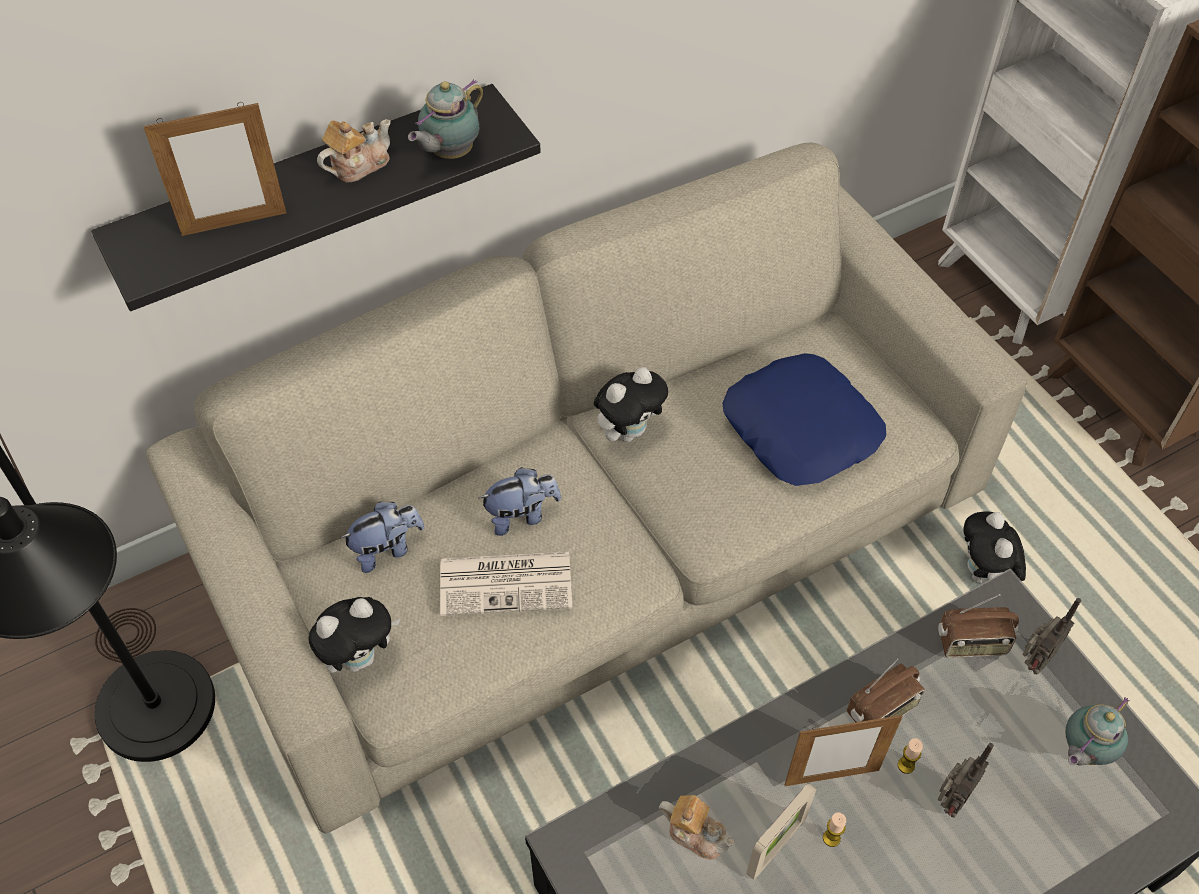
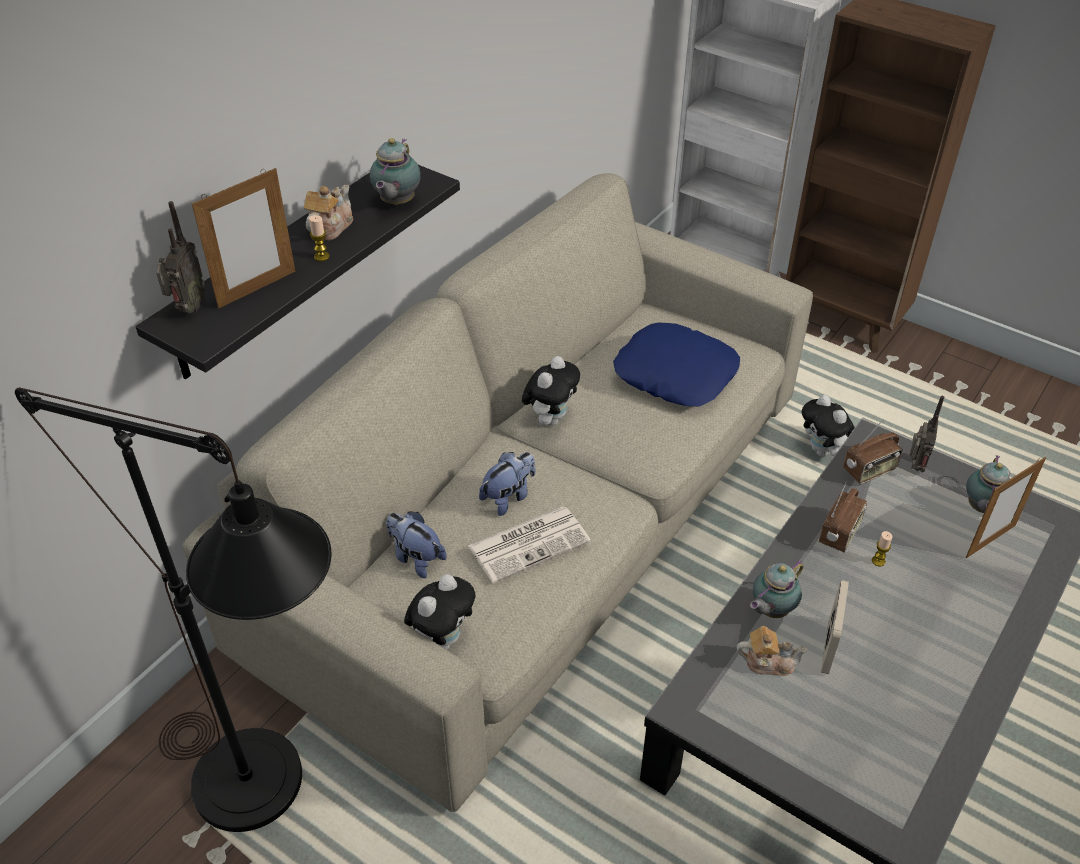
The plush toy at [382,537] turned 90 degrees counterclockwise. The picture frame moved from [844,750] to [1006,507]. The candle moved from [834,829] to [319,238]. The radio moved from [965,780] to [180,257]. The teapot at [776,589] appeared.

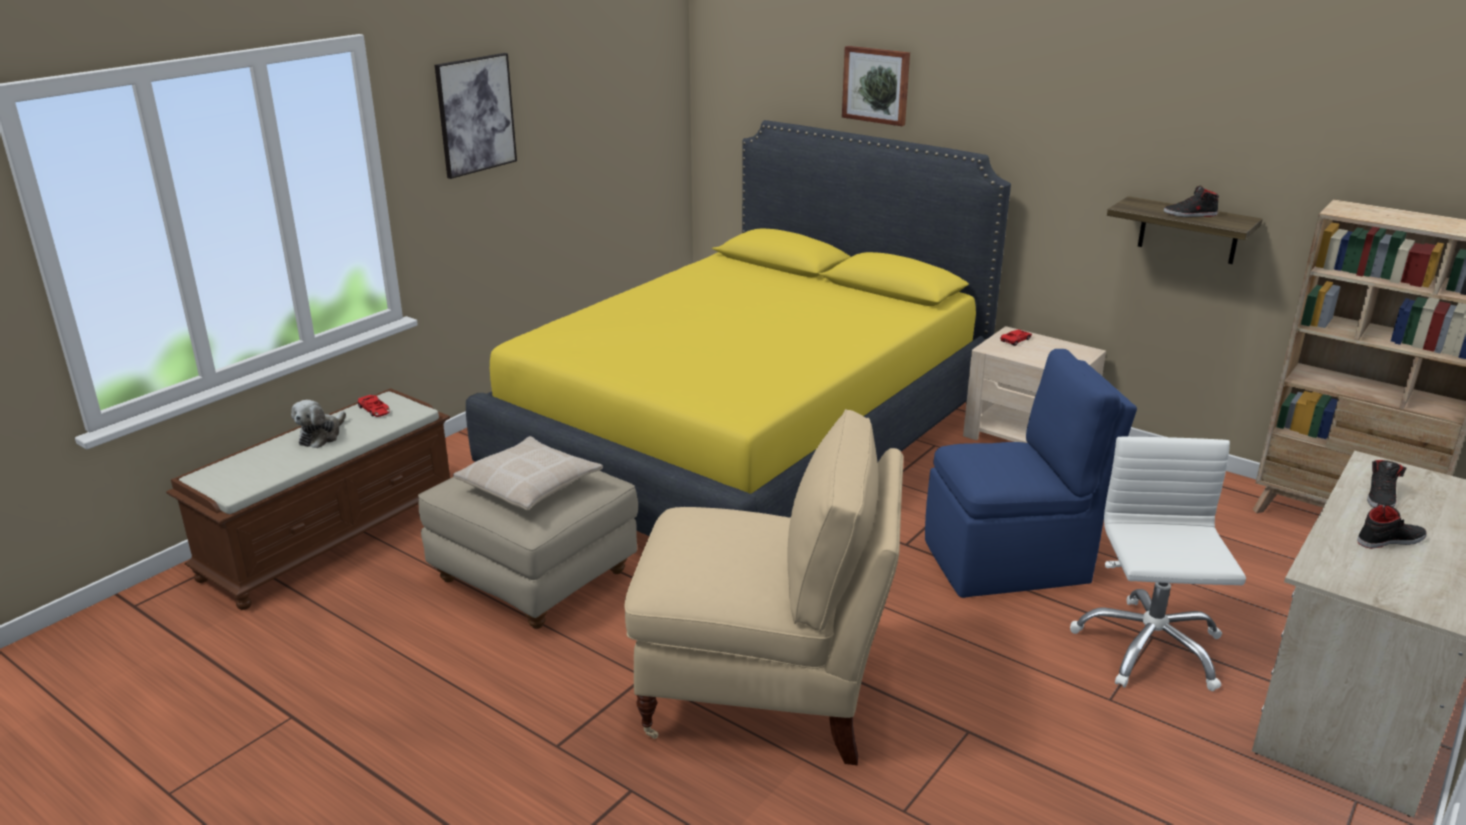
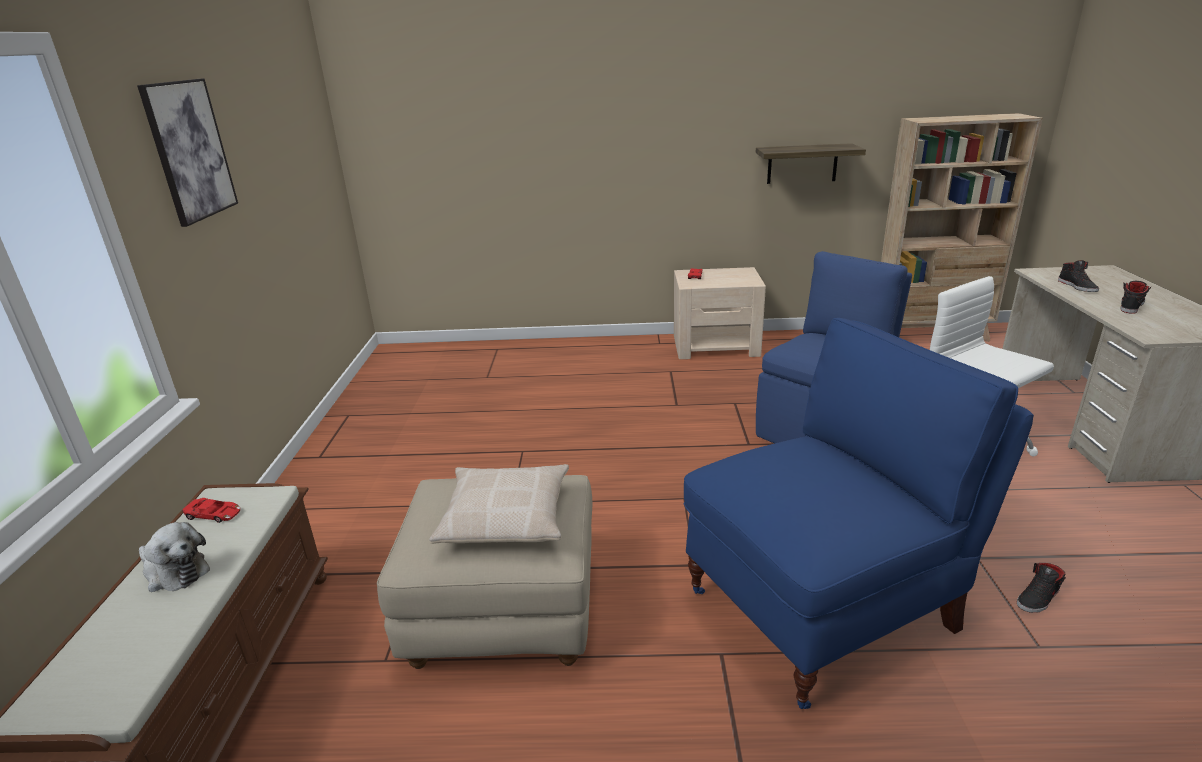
The plush toy at [318,424] turned 45 degrees counterclockwise. The yellow bed at [738,328] disappeared. The beige chair at [764,587] became the blue chair at [859,513]. The picture at [876,86] disappeared. The black shoe moved from [1191,201] to [1041,588].

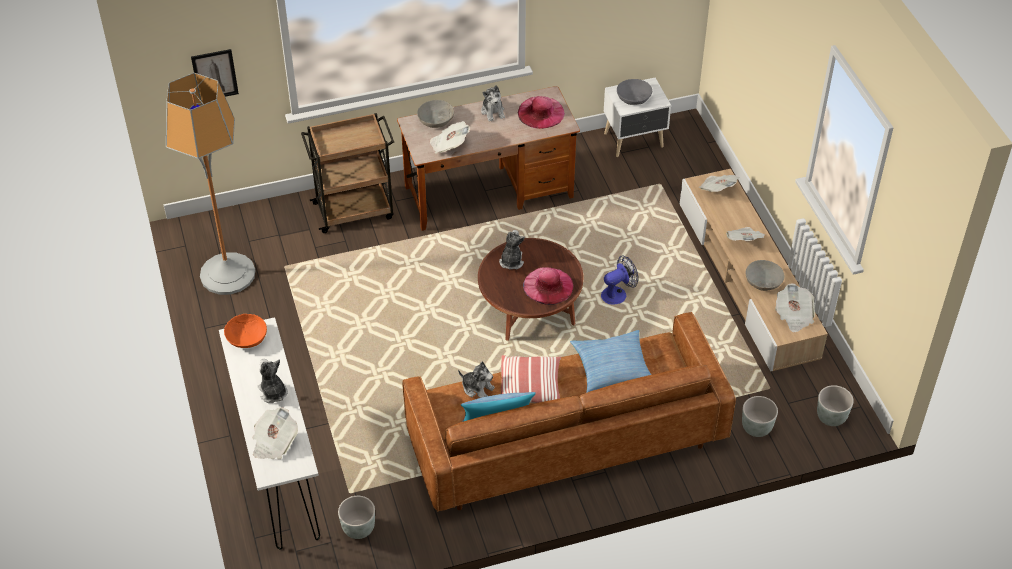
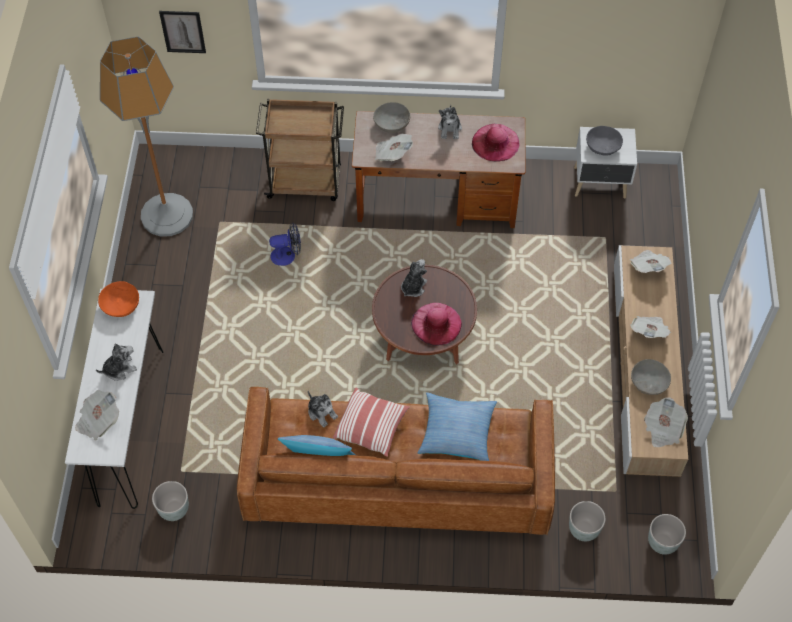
The plush toy at [272,381] turned 75 degrees clockwise. The fan moved from [619,280] to [285,244].

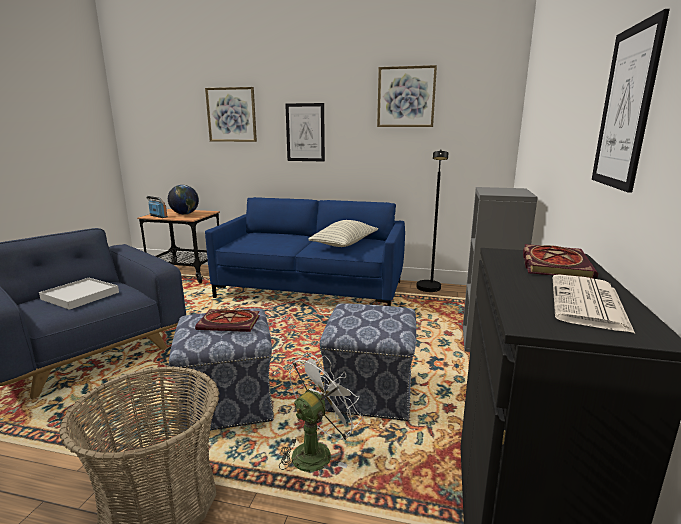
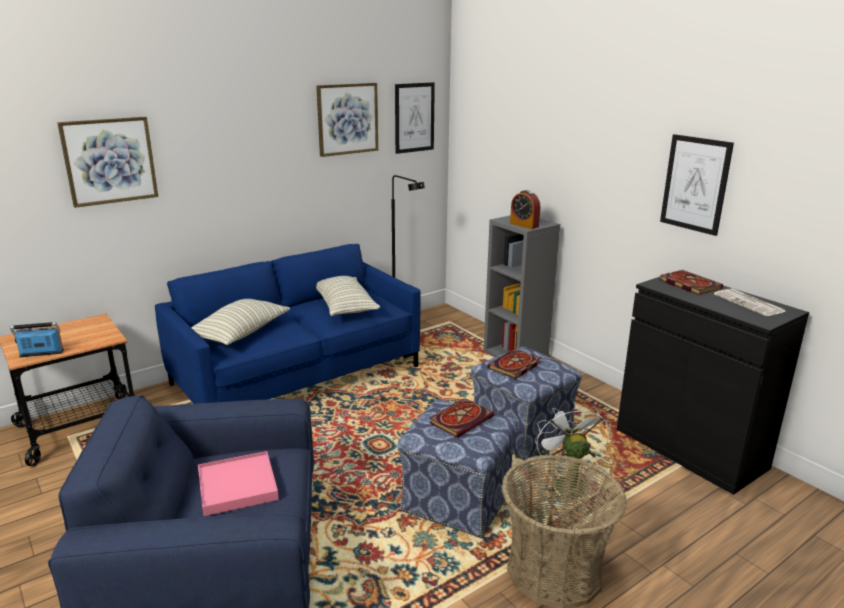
The white tray at [79,294] became the pink tray at [238,483]. The globe at [183,200] disappeared. The picture moved from [305,132] to [415,118]. The pillow at [240,322] appeared. The book at [514,364] appeared. The alarm clock at [525,209] appeared.

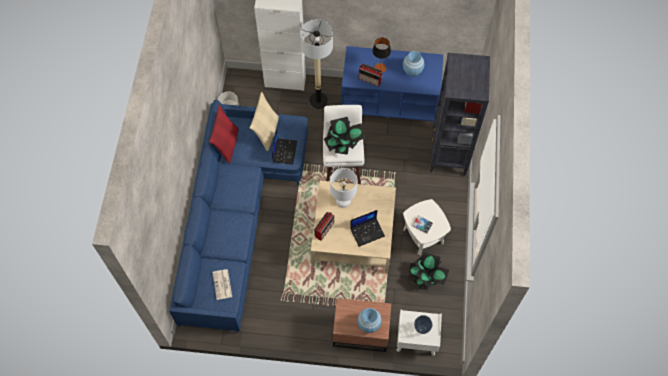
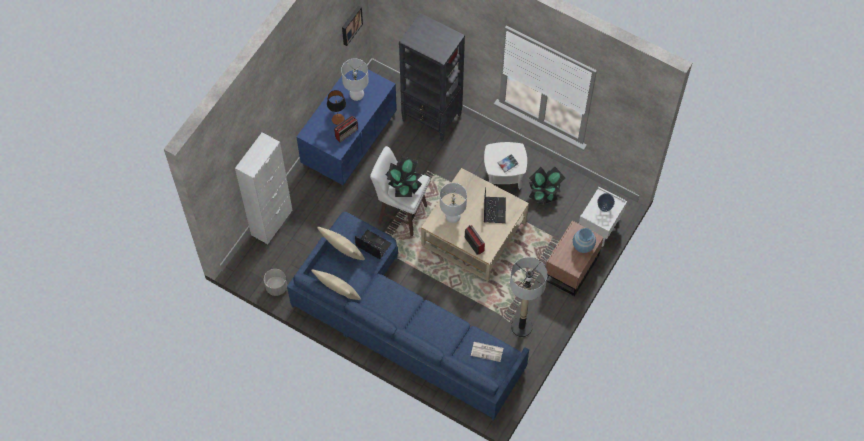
The red pillow at [223,134] became the beige pillow at [336,284]. The floor lamp moved from [316,64] to [528,297]. The blue vase at [413,63] was replaced by the white table lamp at [355,79]. The picture at [352,25] appeared.

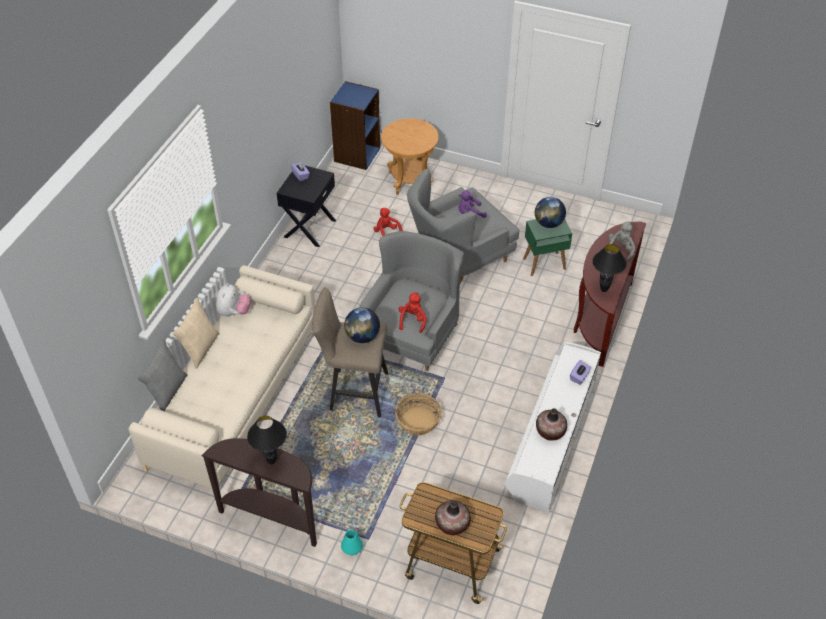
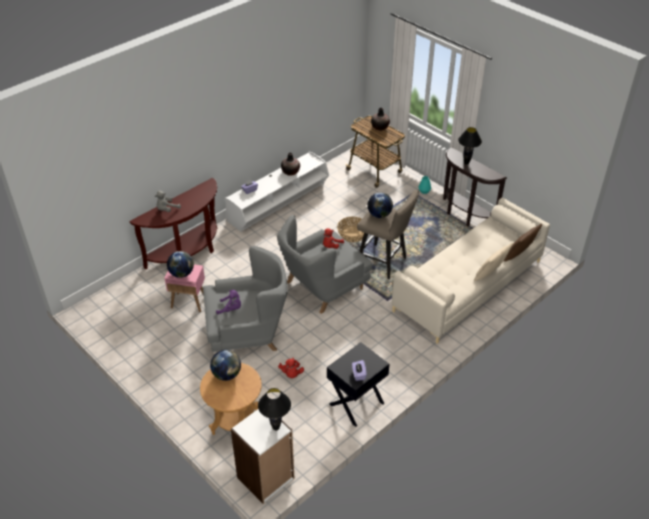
The grey pillow at [162,375] became the brown pillow at [523,242]. The plush toy at [233,299] disappeared. The blue bookcase at [355,125] became the white bookcase at [262,456]. The green side table at [547,247] became the pink side table at [184,288]. The black table lamp moved from [609,268] to [274,409]. The globe at [225,365] appeared.

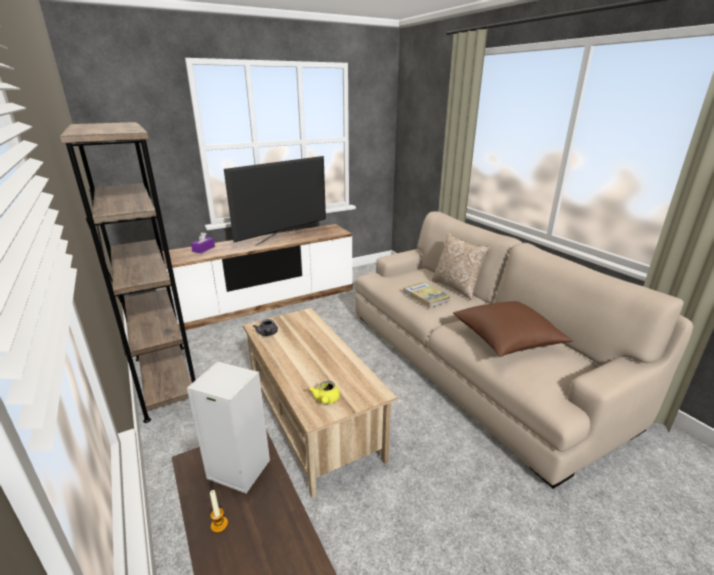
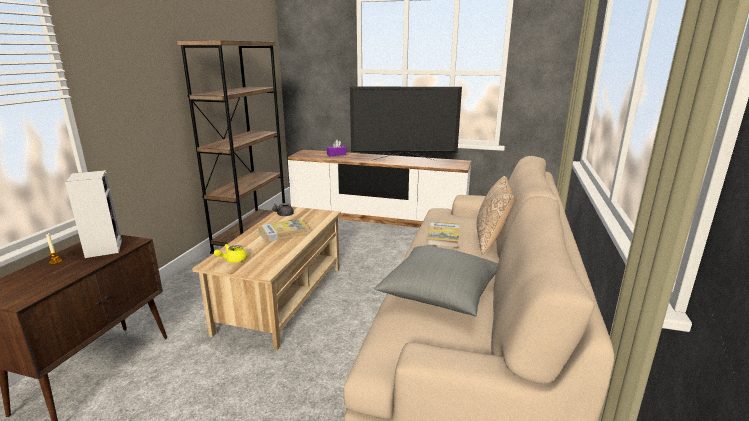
The brown pillow at [513,329] became the grey pillow at [436,281]. The book at [284,230] appeared.

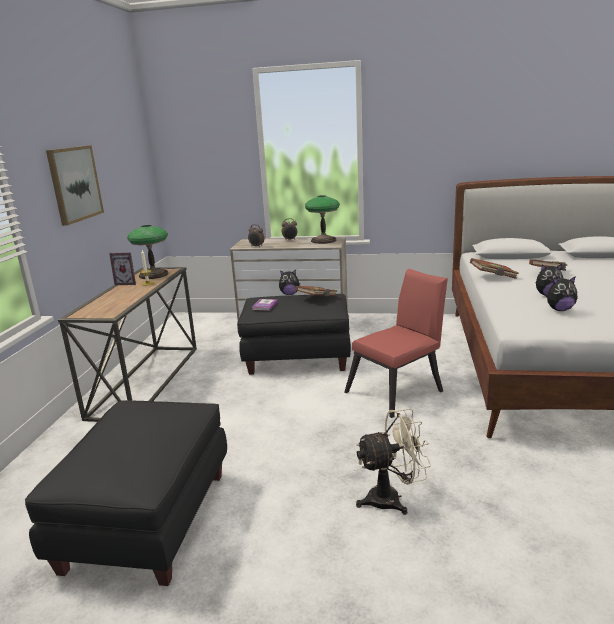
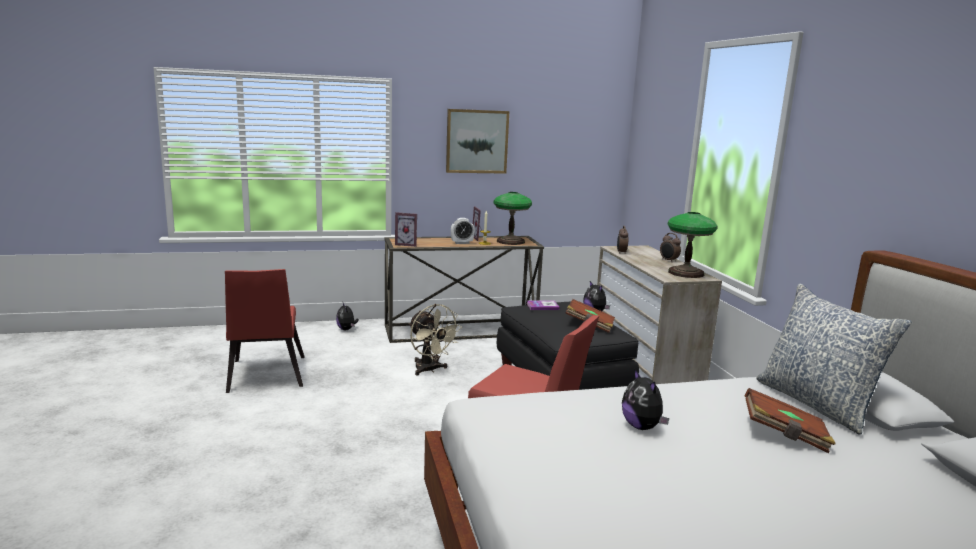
The black ottoman at [126,493] was replaced by the red chair at [265,331]. The beige fan moved from [393,462] to [435,340]. The brown book at [494,268] disappeared. The plush toy moved from [561,293] to [347,316]. The picture frame at [406,229] appeared. The alarm clock at [463,231] appeared. The pillow at [834,359] appeared.

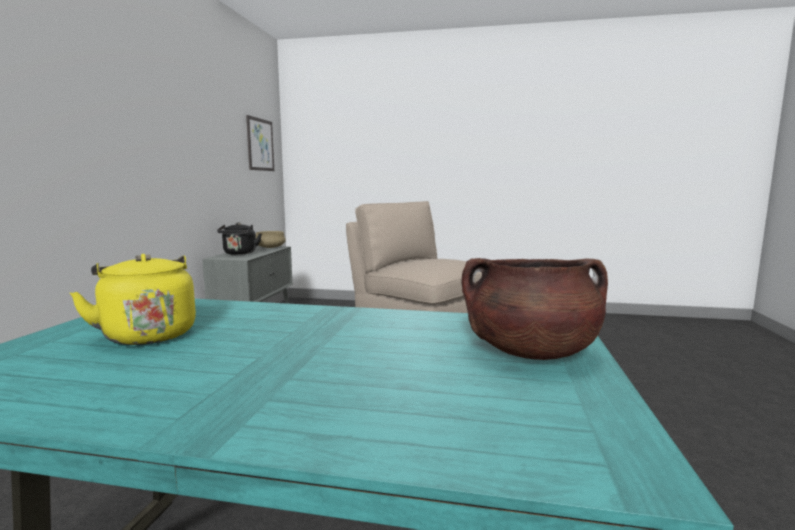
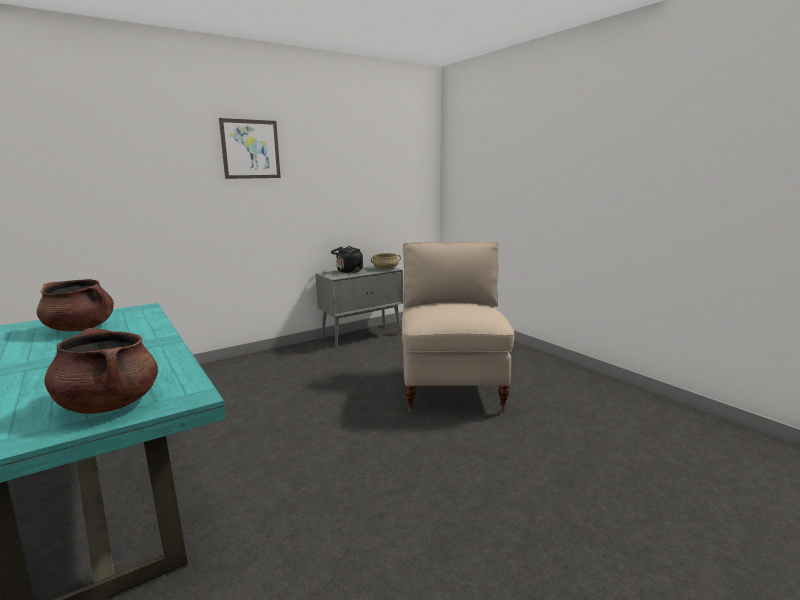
The yellow kettle at [133,299] was replaced by the brown cooking pot at [75,305]. The picture moved from [260,143] to [250,148].

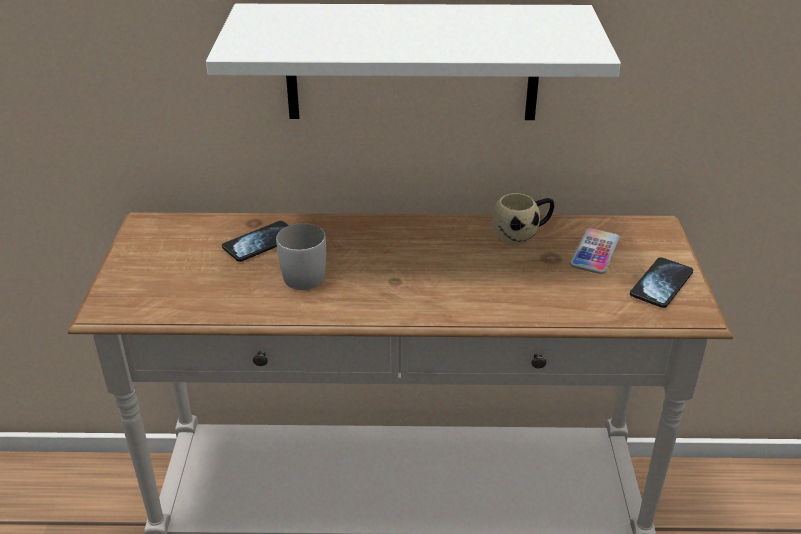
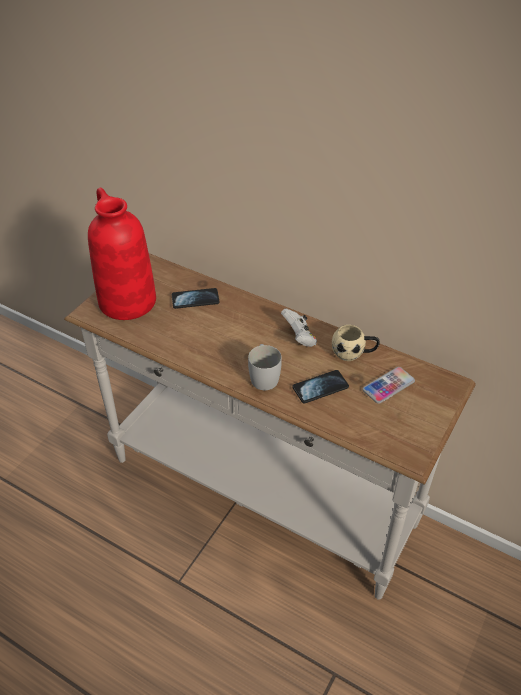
The white shelf at [413,62] disappeared. The white mug moved from [301,256] to [265,367]. The phone moved from [661,282] to [321,387]. The red vase at [122,254] appeared. The white game controller at [299,327] appeared.

